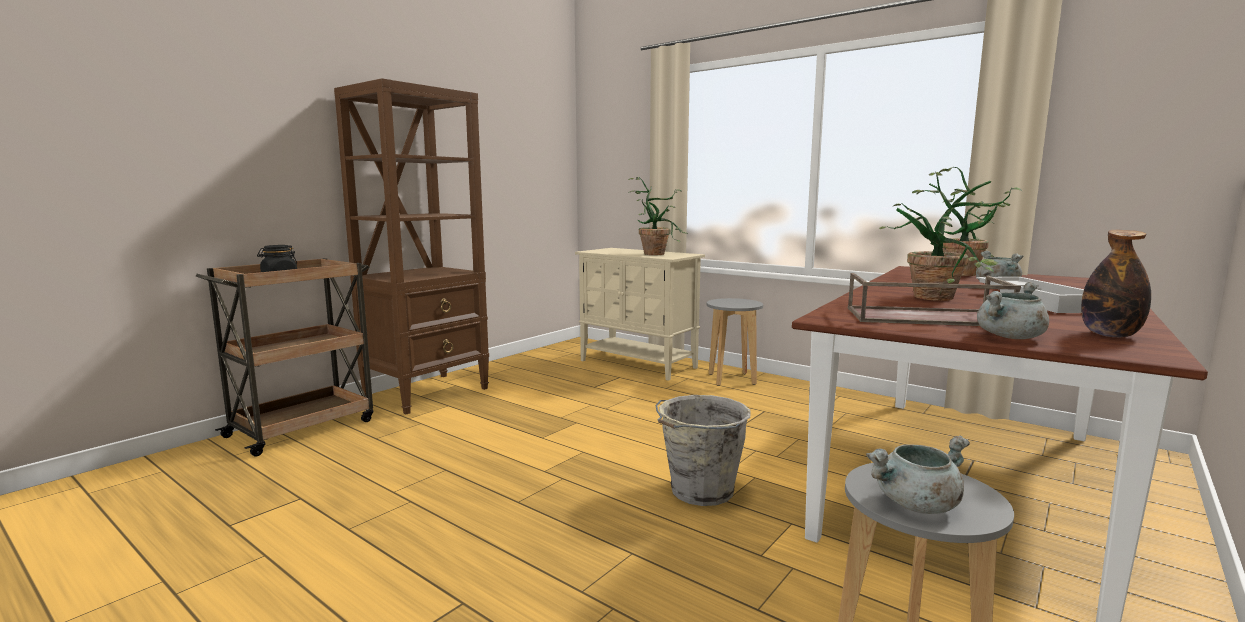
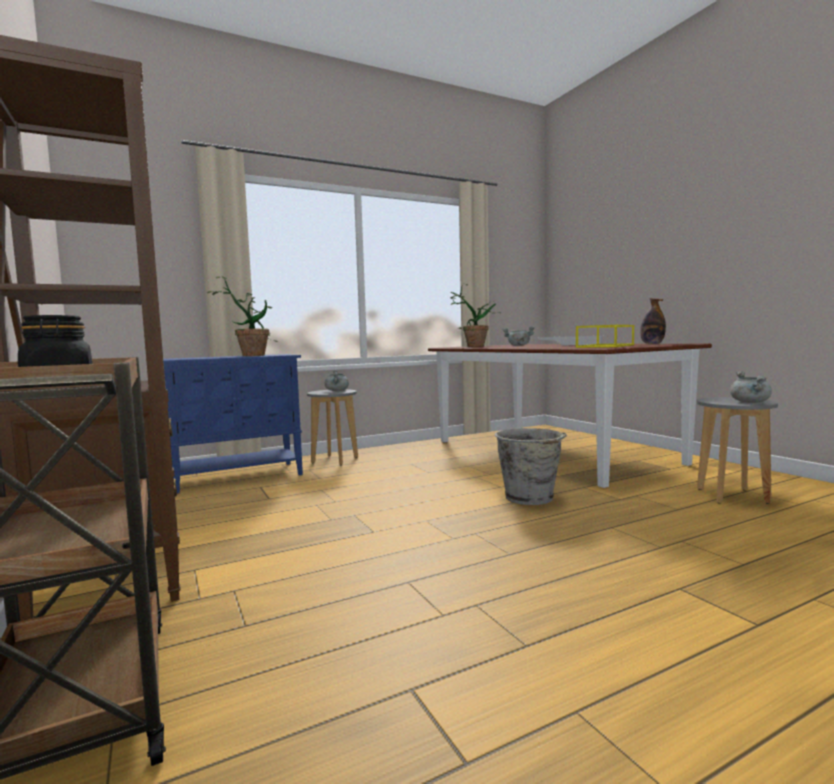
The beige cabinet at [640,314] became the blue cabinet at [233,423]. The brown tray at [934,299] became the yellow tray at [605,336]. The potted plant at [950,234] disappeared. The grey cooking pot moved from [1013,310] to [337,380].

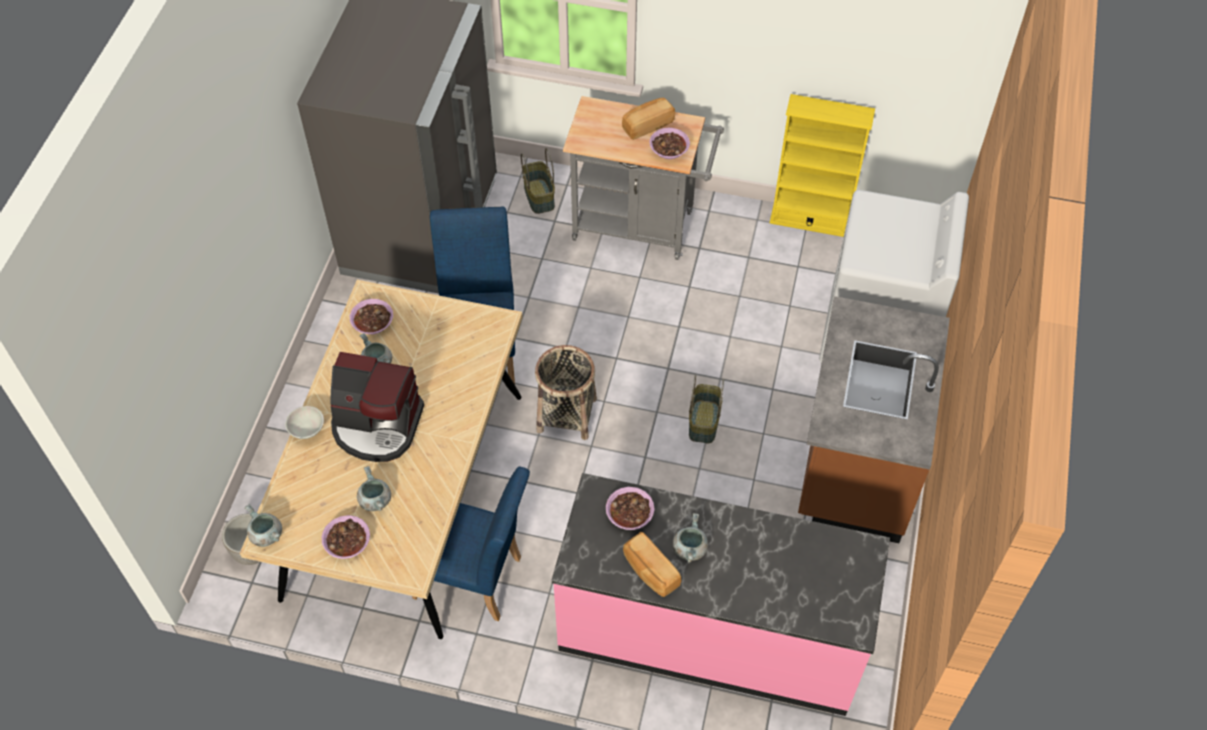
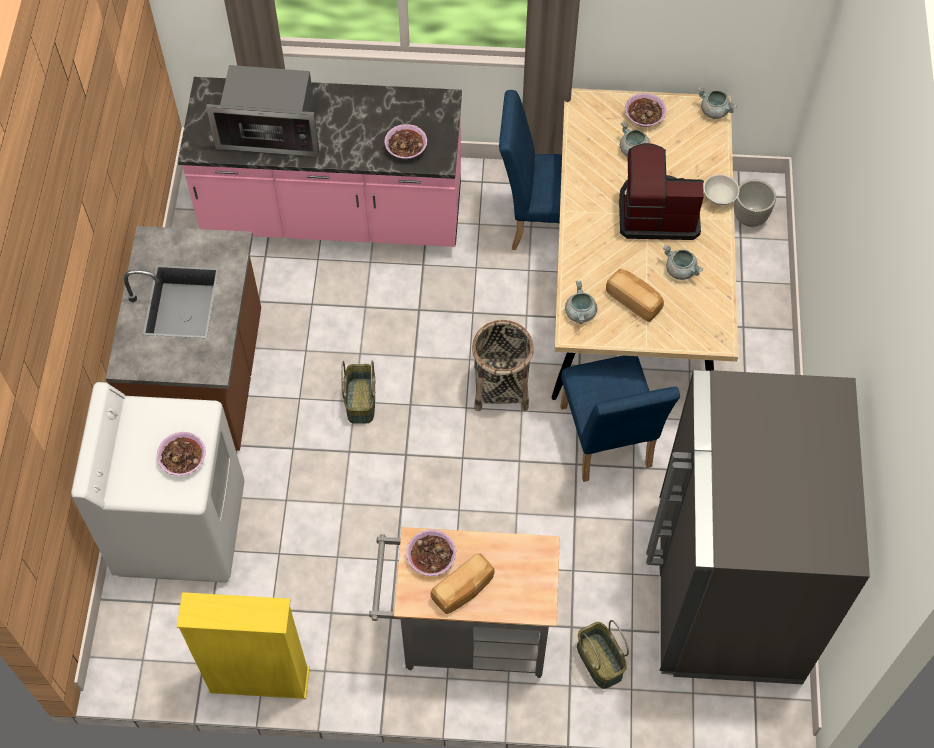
The bowl moved from [371,316] to [181,454]. The bread moved from [652,564] to [635,295]. The grey cooking pot moved from [690,538] to [581,302]. The microwave at [263,111] appeared.

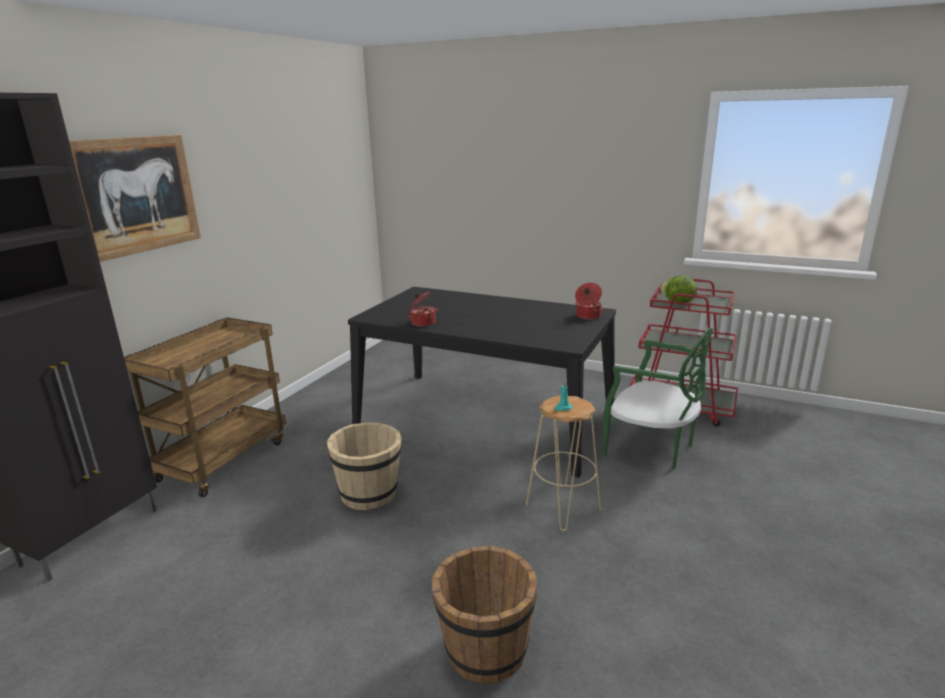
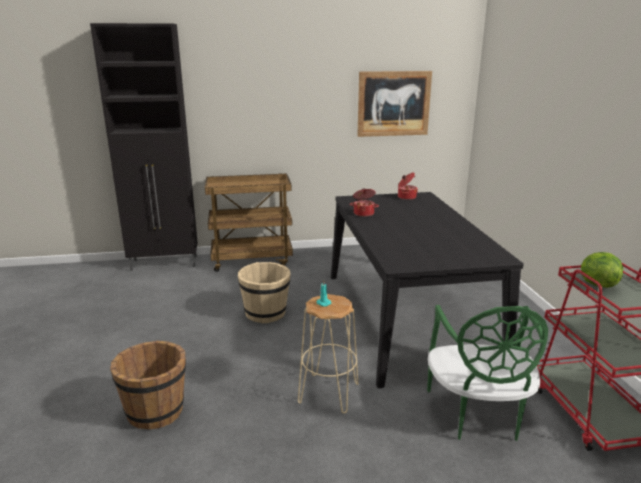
The picture moved from [135,198] to [394,104]. The cooking pot moved from [589,301] to [408,186].

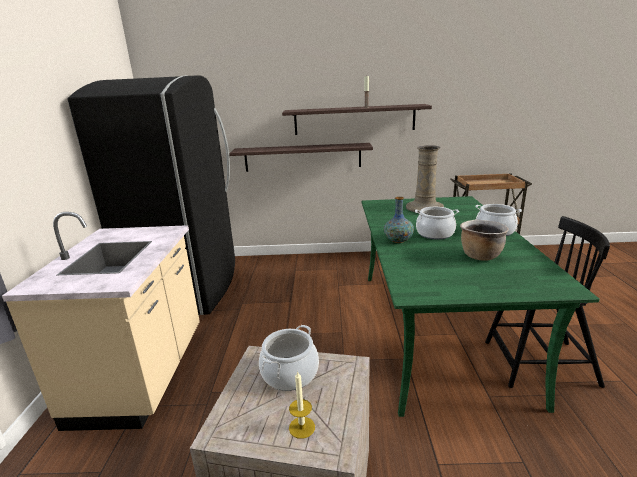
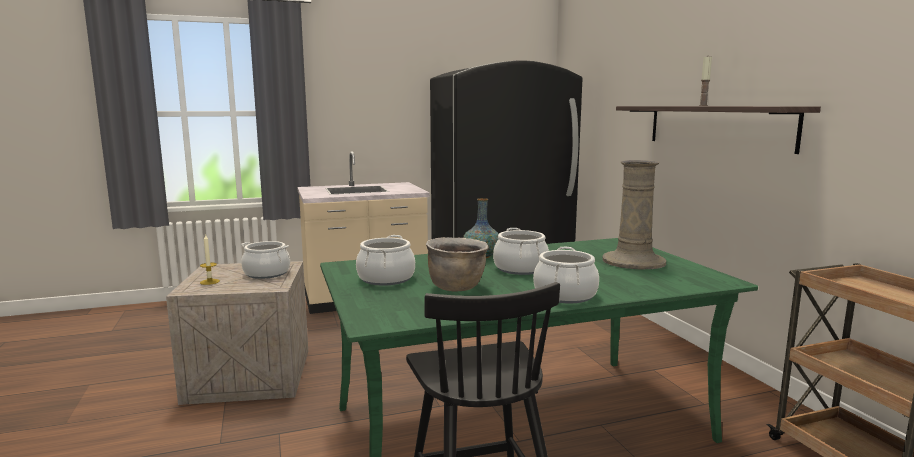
The shelf at [301,157] disappeared. The cooking pot at [385,260] appeared.

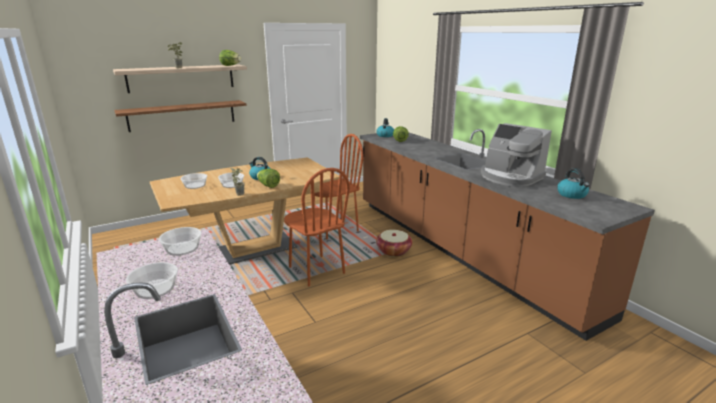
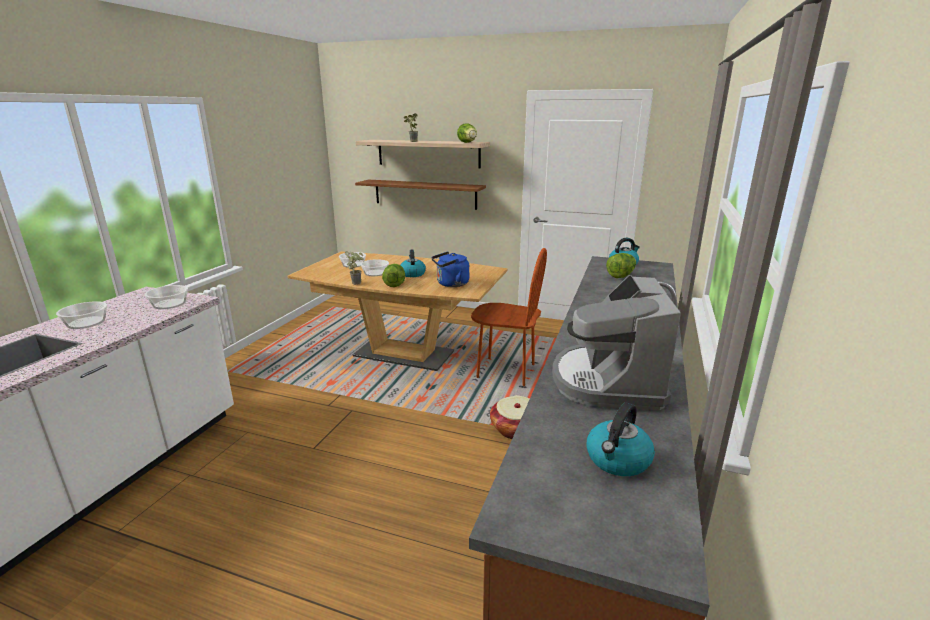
The brown chair at [317,227] disappeared. The blue kettle at [450,269] appeared.

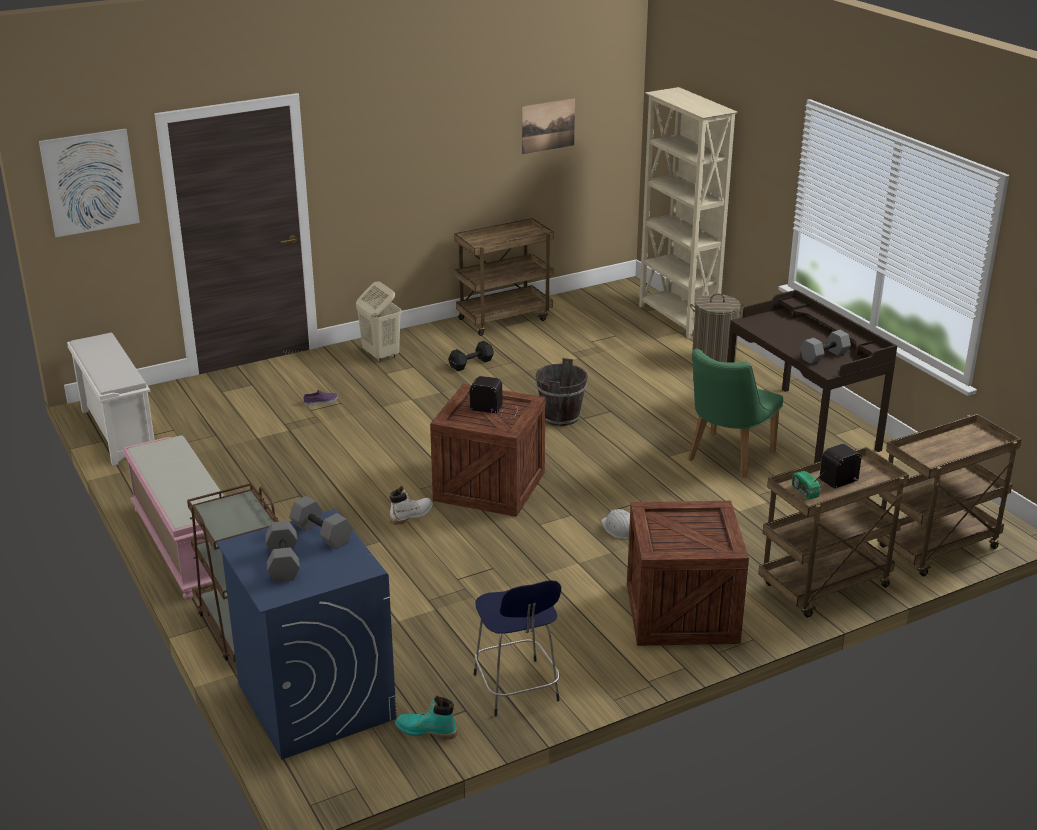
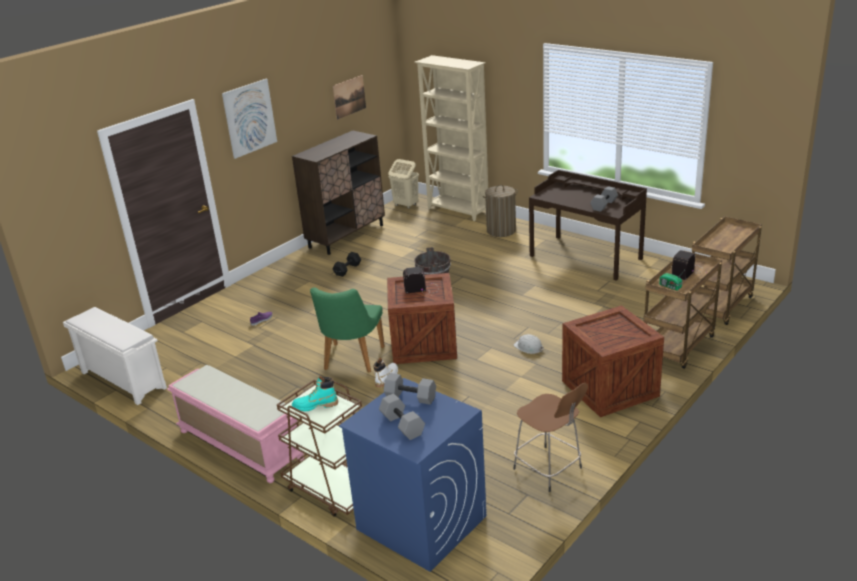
The picture moved from [89,183] to [249,119]. The beige laundry basket moved from [379,321] to [403,184]. The turquoise boot moved from [426,718] to [315,394]. The brown cart at [504,277] was replaced by the brown cabinet at [338,192]. The blue stool at [517,648] became the brown stool at [550,437]. The green chair moved from [736,413] to [347,330].

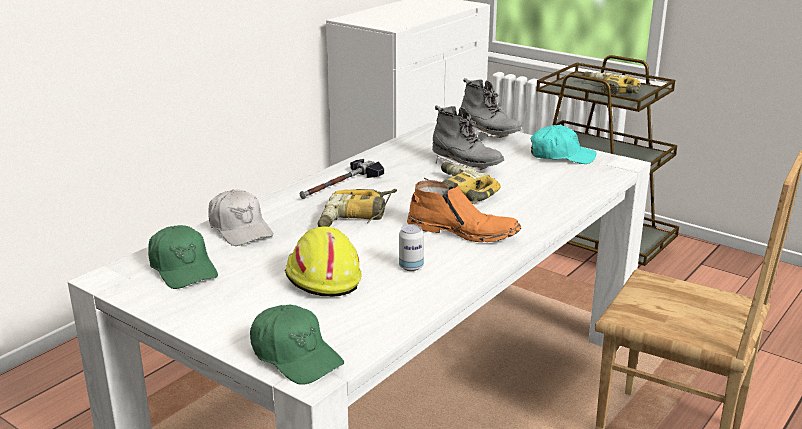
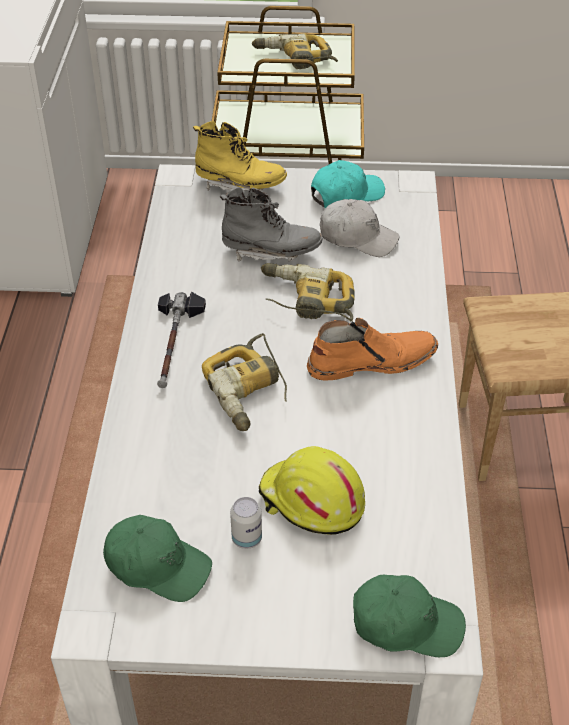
The white cap moved from [240,217] to [359,228]. The can moved from [411,247] to [246,523]. The grey boot at [491,108] became the yellow boot at [240,156].

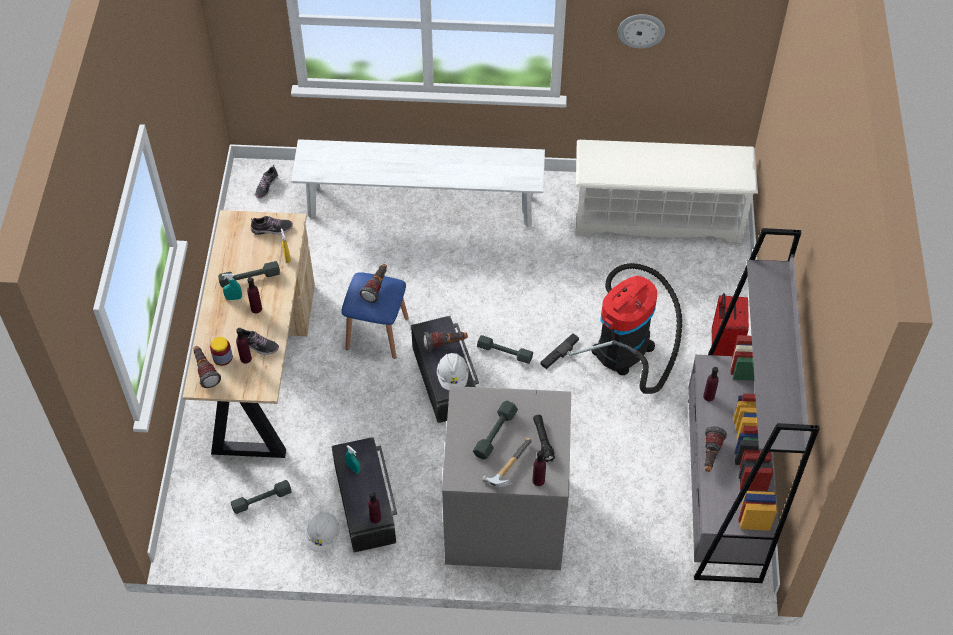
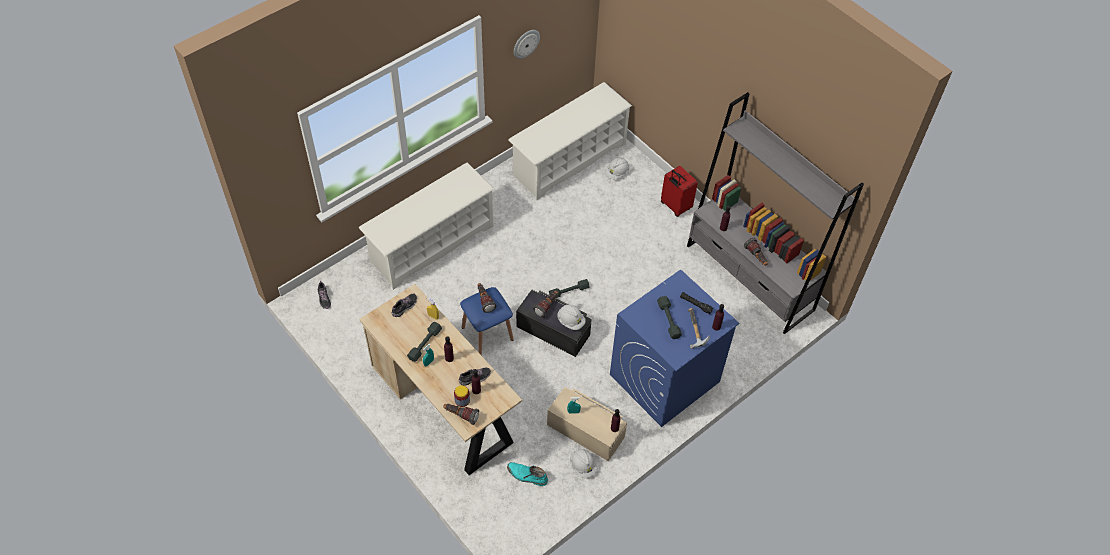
The grey dumbbell at [261,497] was replaced by the turquoise boot at [527,474]. The white bench at [418,183] was replaced by the white shoe rack at [426,226]. The black storage box at [364,494] became the beige storage box at [587,424]. The grey washing machine at [506,478] became the blue washing machine at [674,348]. The vacuum cleaner at [611,328] disappeared. The white hard hat at [617,168] appeared.

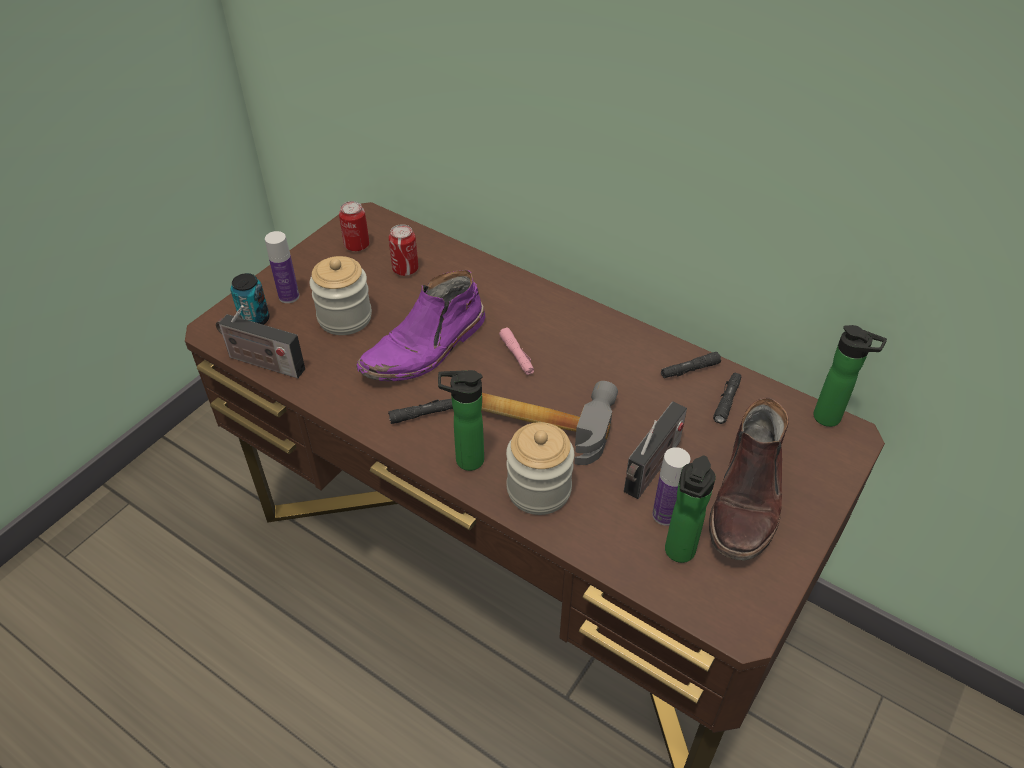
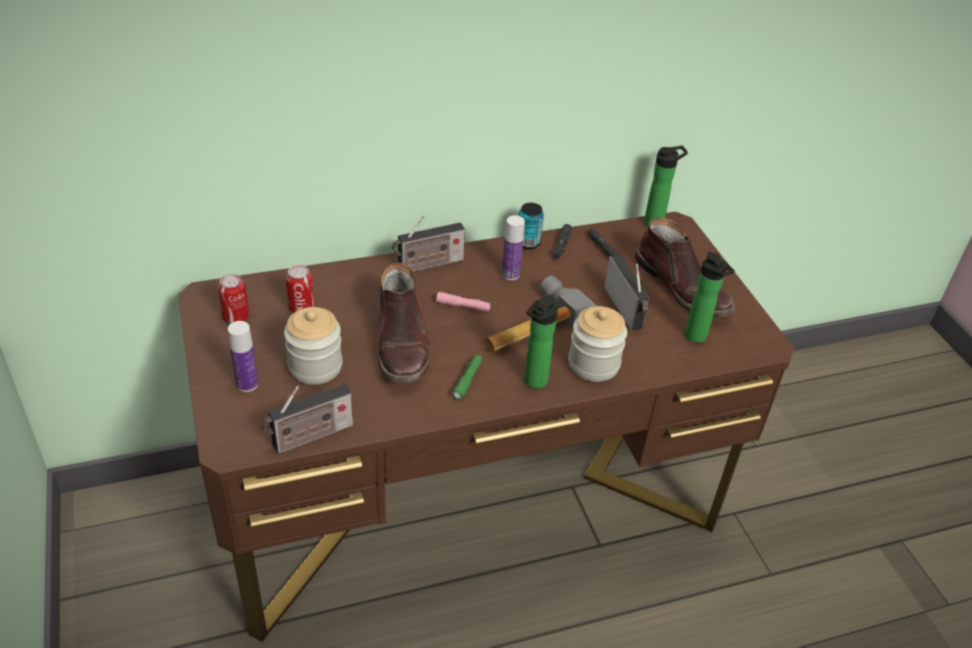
The can moved from [250,299] to [531,226]. The purple boot at [420,325] became the brown boot at [404,322]. The black flashlight at [420,411] became the green flashlight at [467,377]. The bottle moved from [671,486] to [513,247]. The radio at [428,243] appeared.

